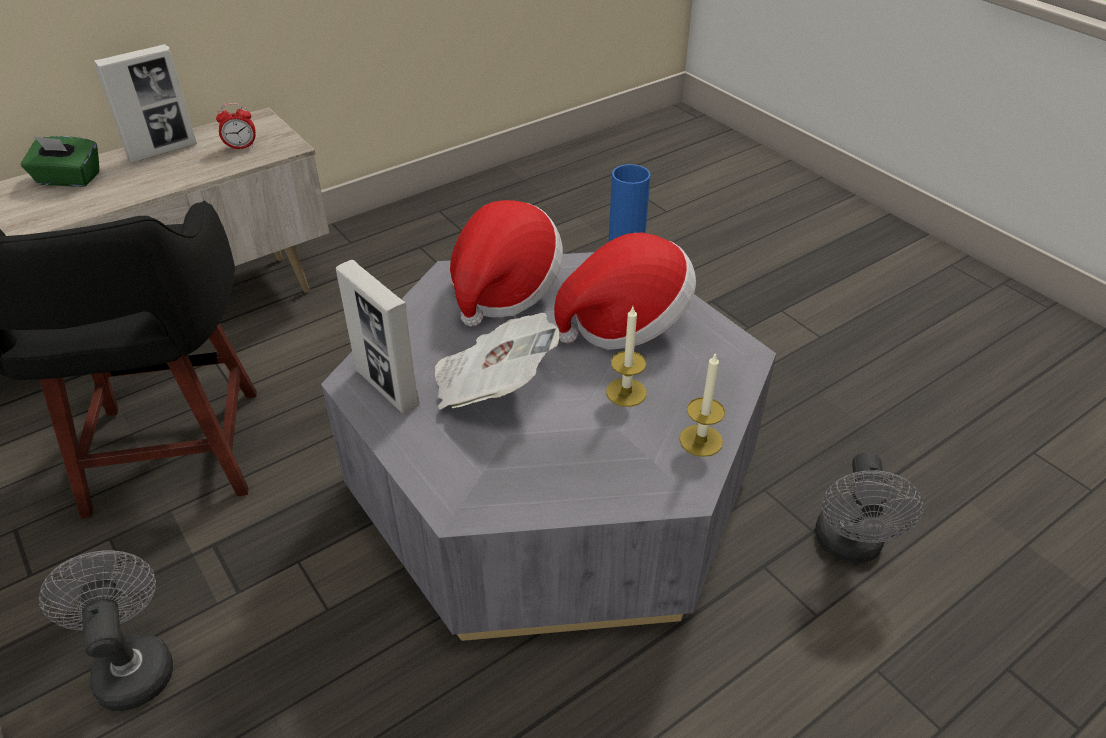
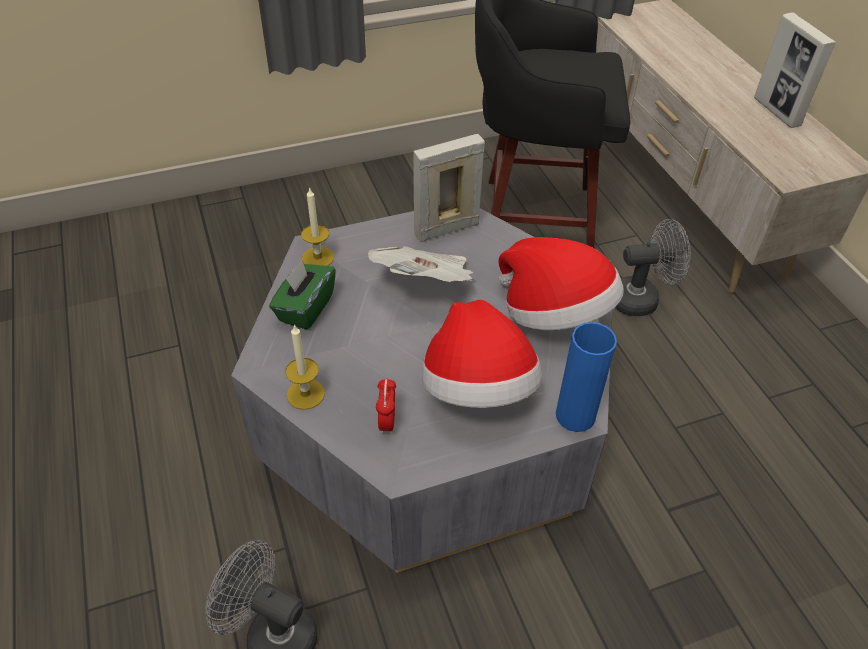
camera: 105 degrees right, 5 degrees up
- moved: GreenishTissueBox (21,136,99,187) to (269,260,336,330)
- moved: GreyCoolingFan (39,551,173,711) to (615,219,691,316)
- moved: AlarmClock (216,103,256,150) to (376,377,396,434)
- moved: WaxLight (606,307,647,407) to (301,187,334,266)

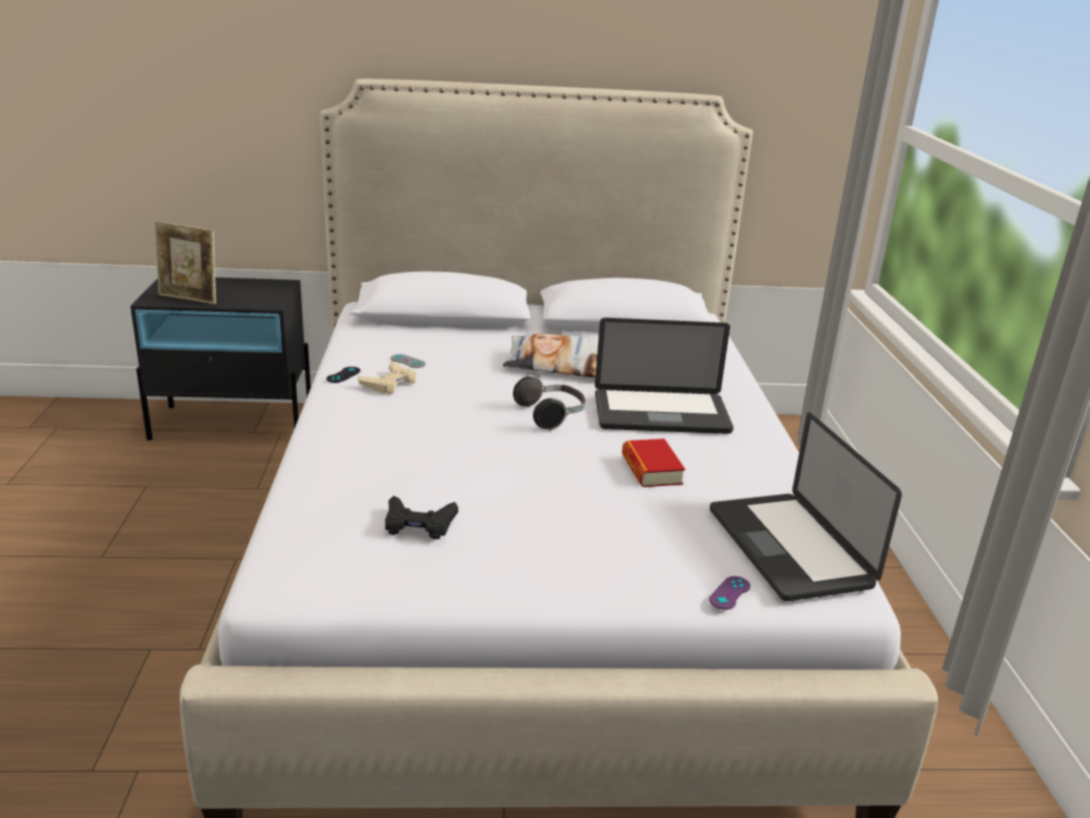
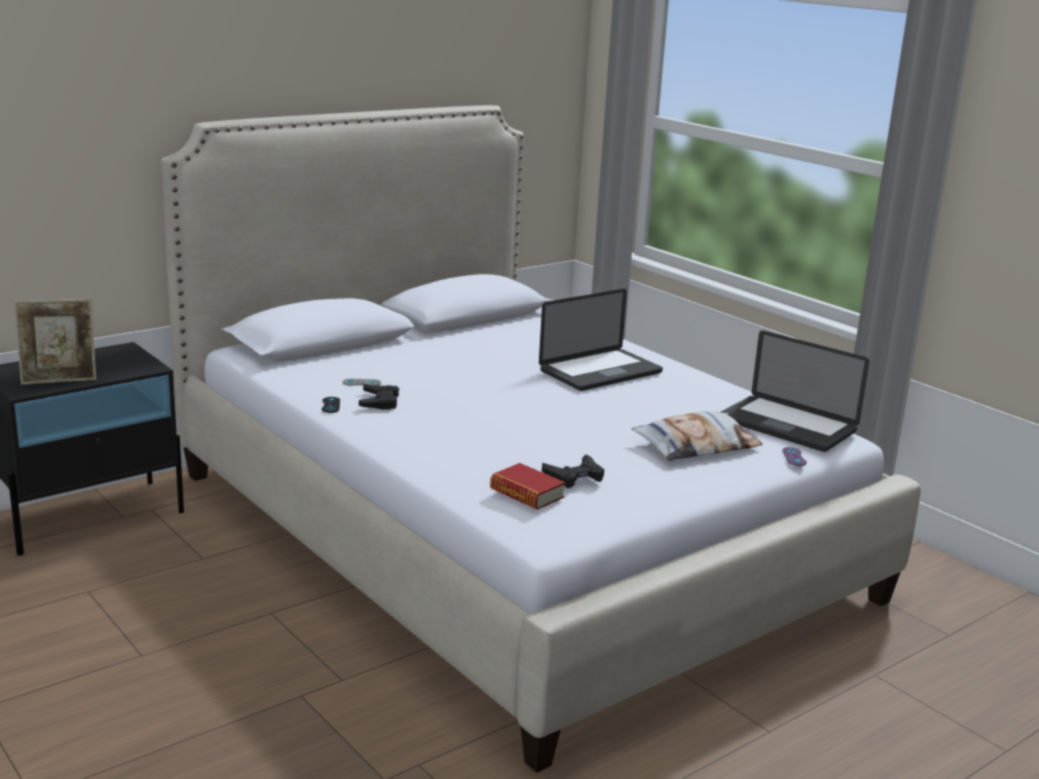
camera: 35 degrees left, 5 degrees down
- recoloured: BeigeColouredGameController (358,362,416,395) to BlackishGameController (359,384,399,410)
- moved: ThrowPillow (503,334,598,378) to (632,411,763,461)
- removed: Headphones (513,375,585,431)
- moved: Book (622,439,685,487) to (490,463,565,510)

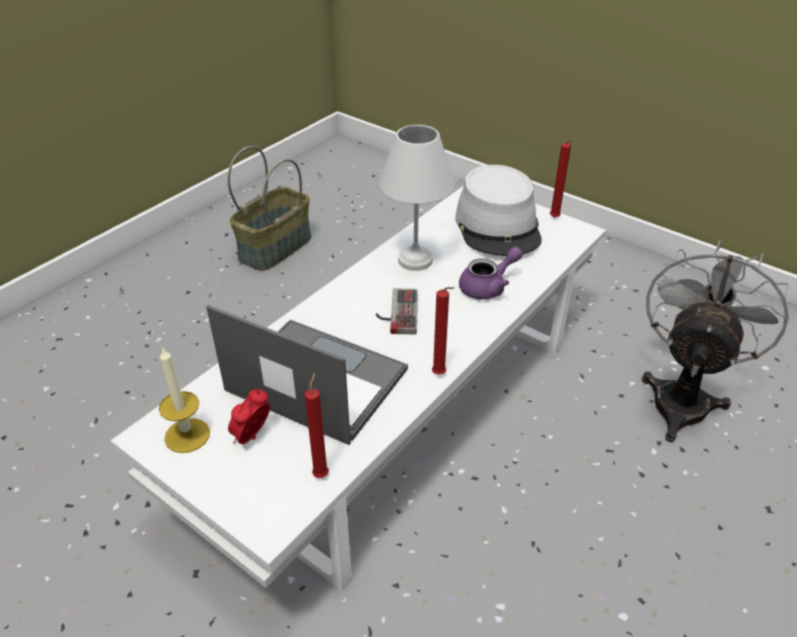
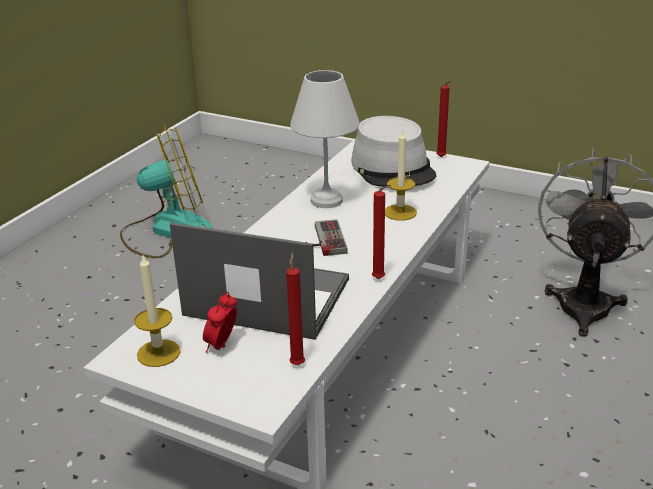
camera: 10 degrees left, 10 degrees down
- replaced: Basket (228,146,311,271) to CoolingFan (120,125,213,258)
- replaced: PurplishTeaPot (459,247,523,300) to WaxLight (385,129,417,221)

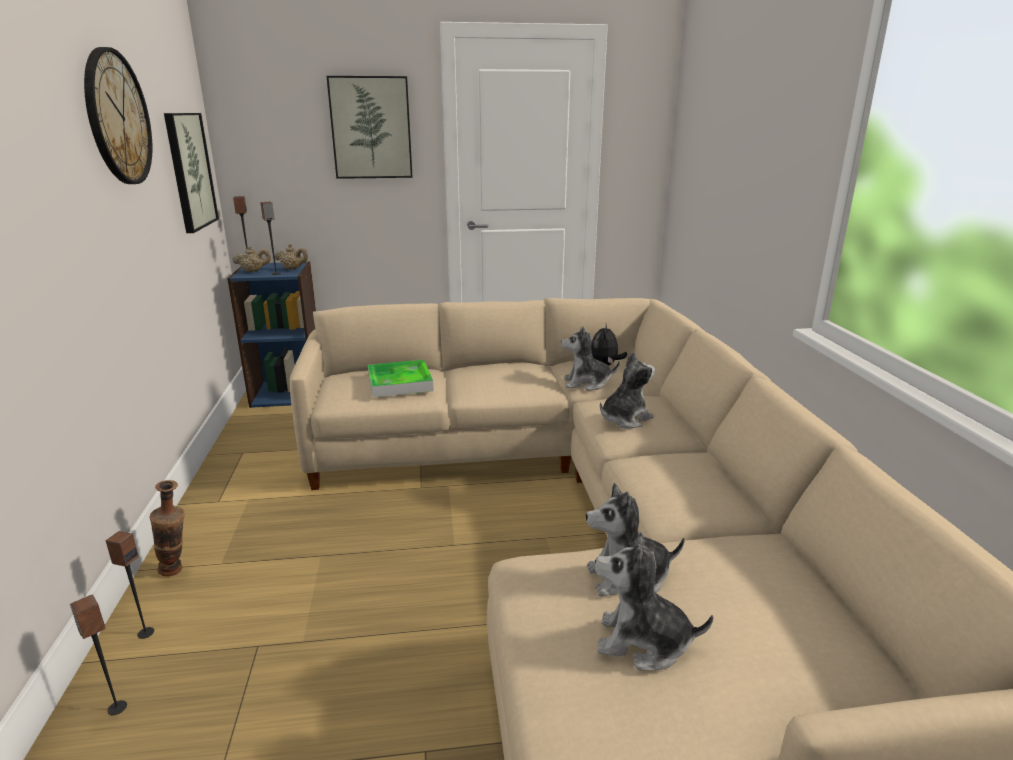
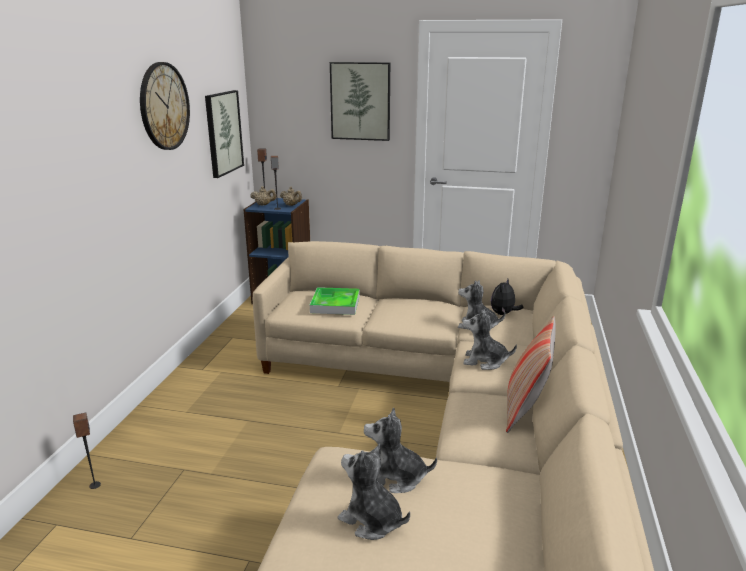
camera: 20 degrees right, 0 degrees up
- removed: Loudspeaker (105,531,154,639)
- removed: DecorativeVase (150,480,185,576)
- turned: PlushToy (600,351,655,429) = (462,309,517,370) 150 degrees counterclockwise
- added: ThrowPillow (506,316,556,433)

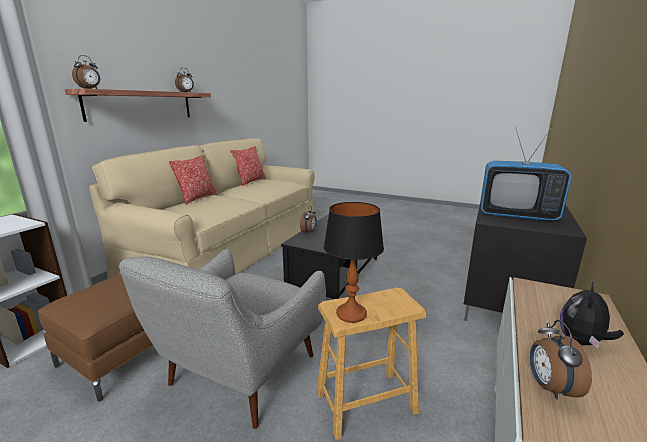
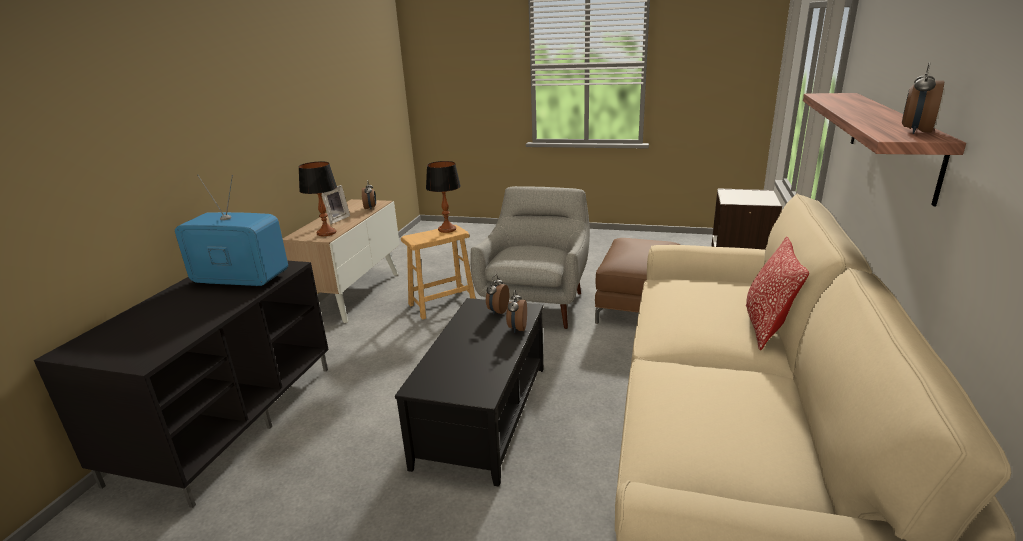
camera: 170 degrees right, 5 degrees up
- moved: AlarmClock (72,55,100,89) to (486,274,509,315)
- removed: ThrowPillow (231,146,266,186)
- replaced: PlushToy (560,282,624,348) to PhotoFrame (322,185,350,224)
- added: LampForATable (298,161,337,236)

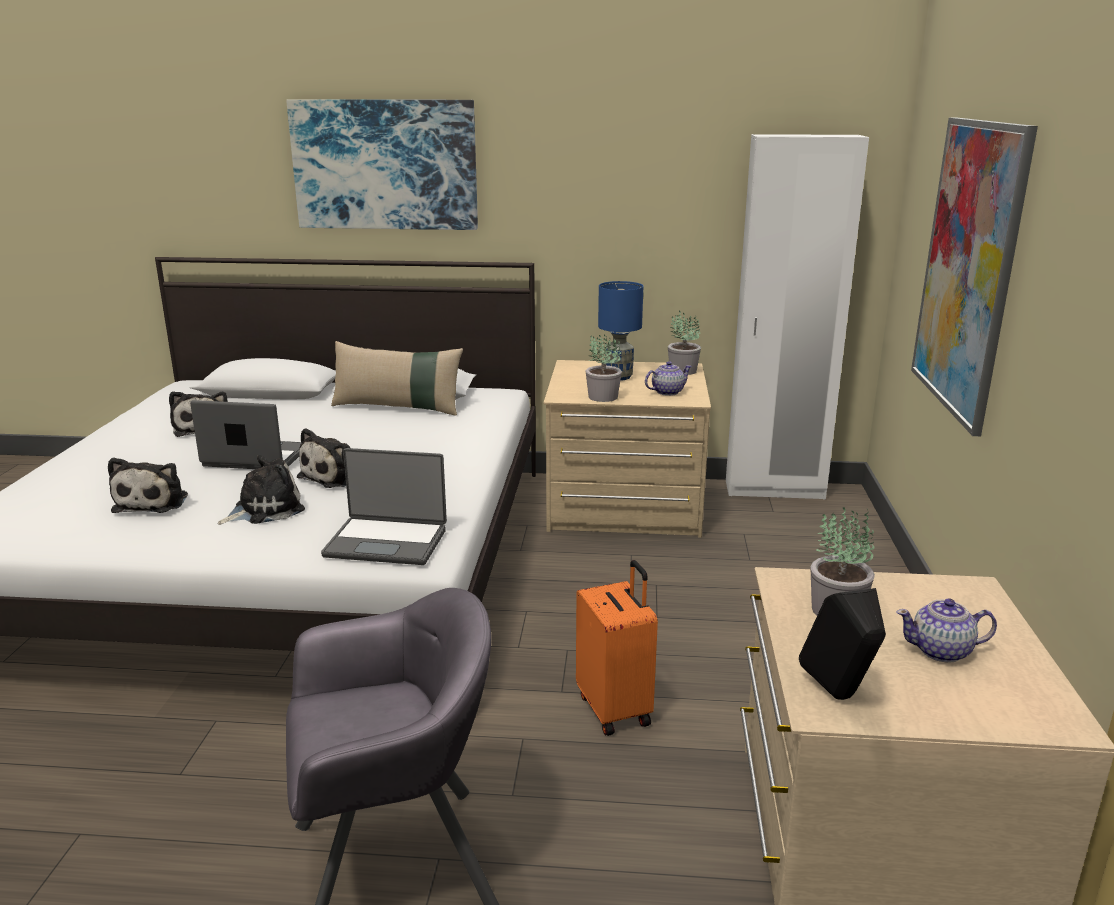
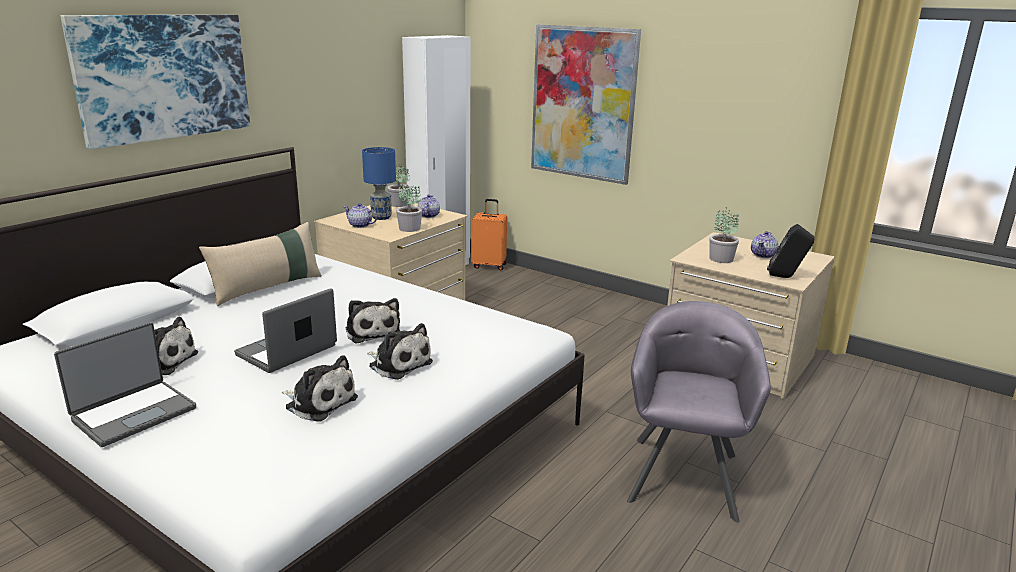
camera: 60 degrees left, 0 degrees up
- turned: PlushToy (217,455,305,525) = (367,323,433,380) 135 degrees clockwise
- moved: NotebookComputer (321,448,447,565) to (54,322,196,447)
- moved: OrangePieceOfLuggage (576,560,658,736) to (471,199,507,271)
- added: TeaPot (343,203,377,228)

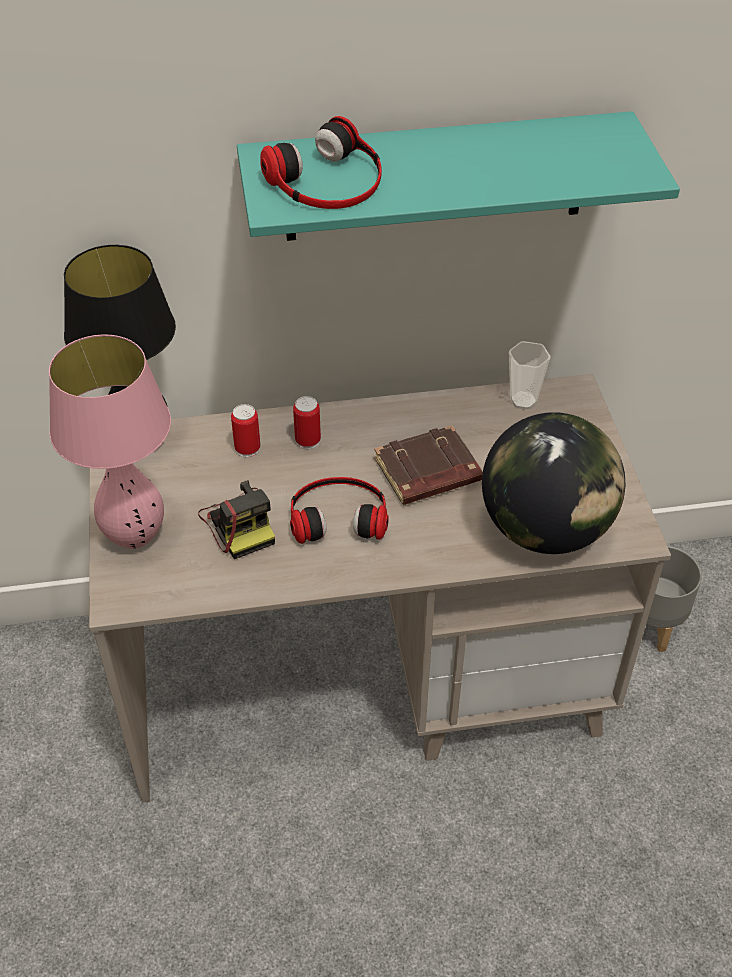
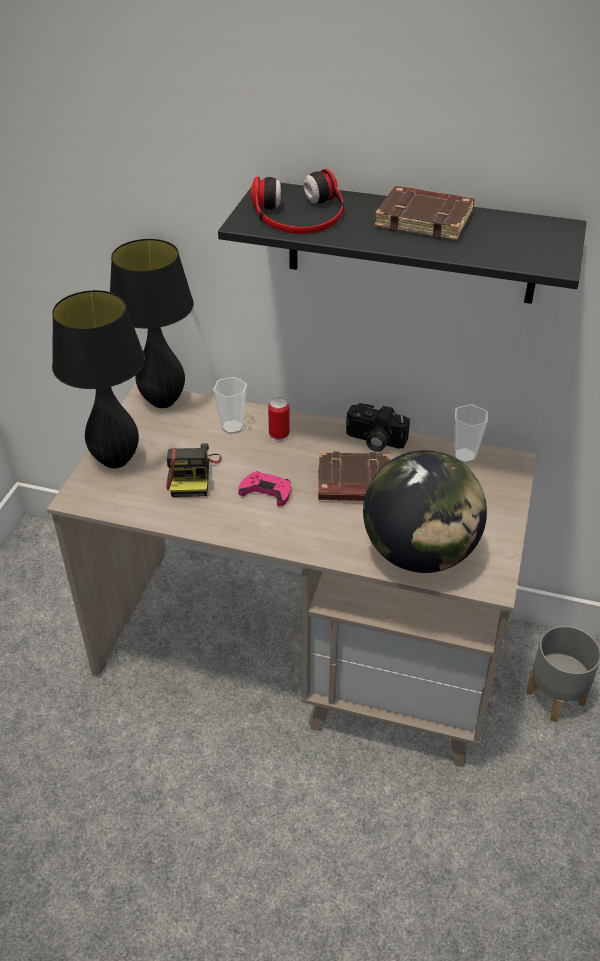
camera: 25 degrees right, 5 degrees down
- recoloured: PinkColouredLampForATable (49,335,171,549) to BlackishLampForATable (52,290,145,468)
- replaced: Can (231,404,260,457) to SmallCup (213,377,247,434)
- recoloured: BlueGreenBracketShelf (237,111,680,241) to BlackishBracketShelf (218,180,587,304)
- replaced: Headphones (290,477,389,544) to PinkColouredGameController (238,471,291,506)
- added: PhotoCamera (346,403,410,452)
- added: BrownColouredBook (374,186,474,240)

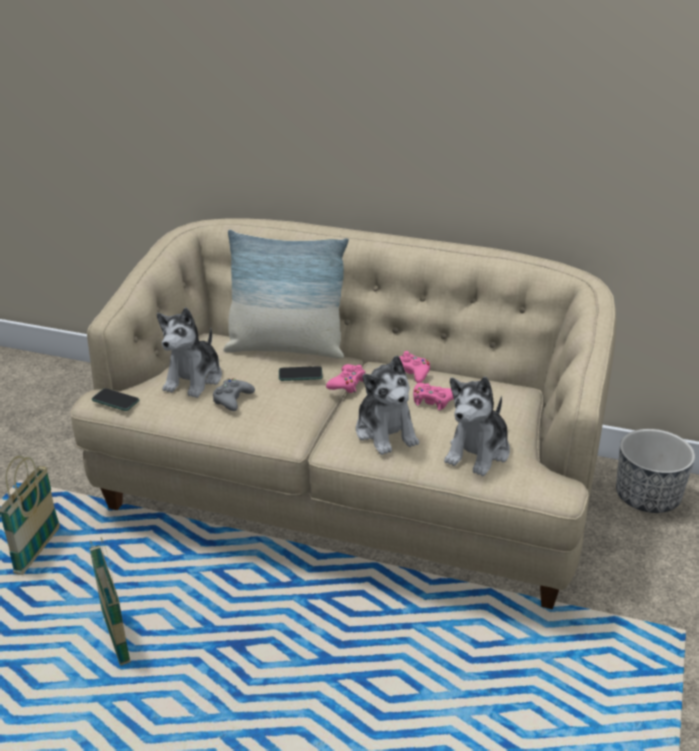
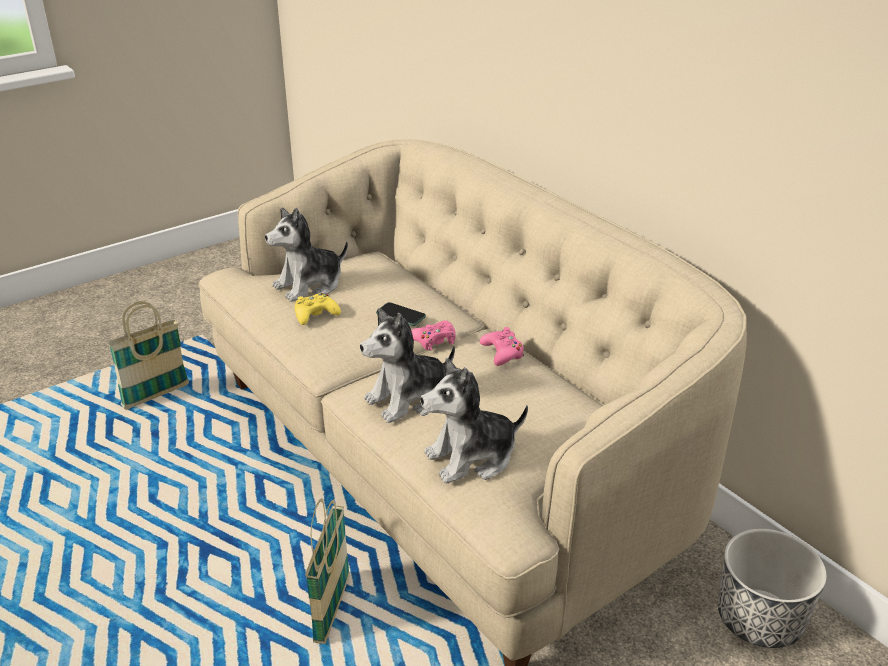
camera: 35 degrees right, 0 degrees up
- moved: Basket (89,537,130,666) to (305,498,350,644)
- removed: Phone (92,388,139,411)
- recoloured: GreyGameController (213,378,255,411) to YellowishGameController (295,293,341,325)
- removed: ThrowPillow (223,230,349,359)
- turned: PlushToy (356,356,419,455) = (360,308,455,423) 45 degrees clockwise
- removed: PinkColouredGameController (413,383,454,410)

